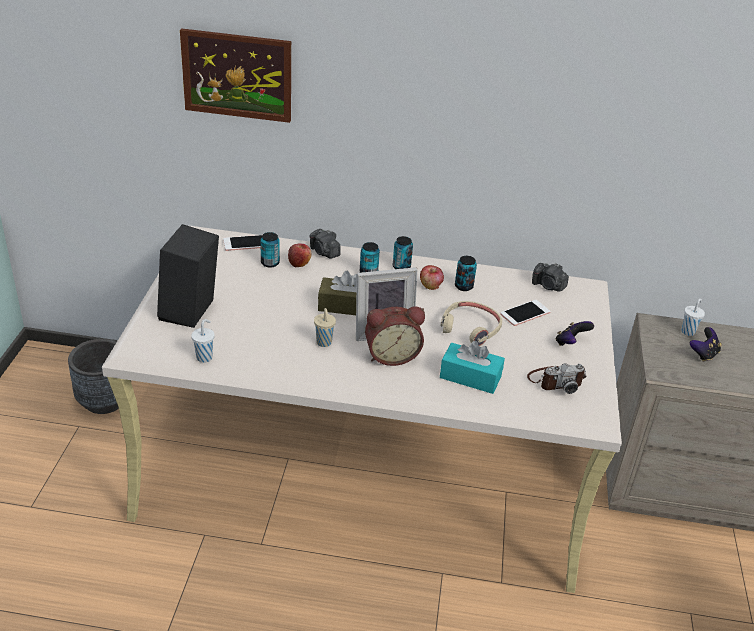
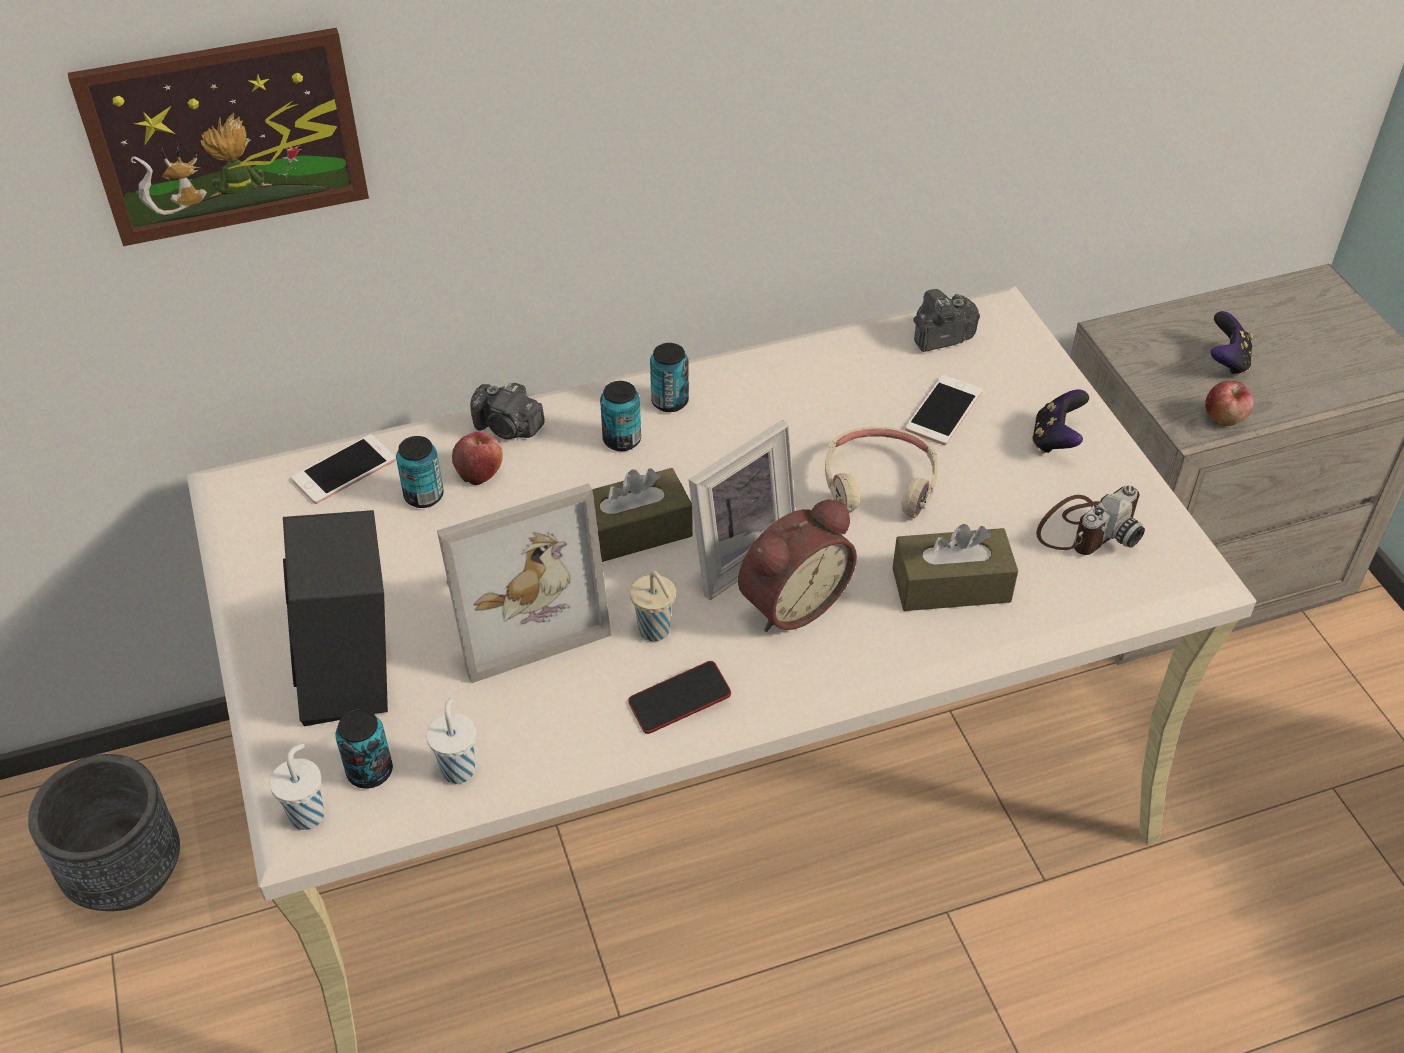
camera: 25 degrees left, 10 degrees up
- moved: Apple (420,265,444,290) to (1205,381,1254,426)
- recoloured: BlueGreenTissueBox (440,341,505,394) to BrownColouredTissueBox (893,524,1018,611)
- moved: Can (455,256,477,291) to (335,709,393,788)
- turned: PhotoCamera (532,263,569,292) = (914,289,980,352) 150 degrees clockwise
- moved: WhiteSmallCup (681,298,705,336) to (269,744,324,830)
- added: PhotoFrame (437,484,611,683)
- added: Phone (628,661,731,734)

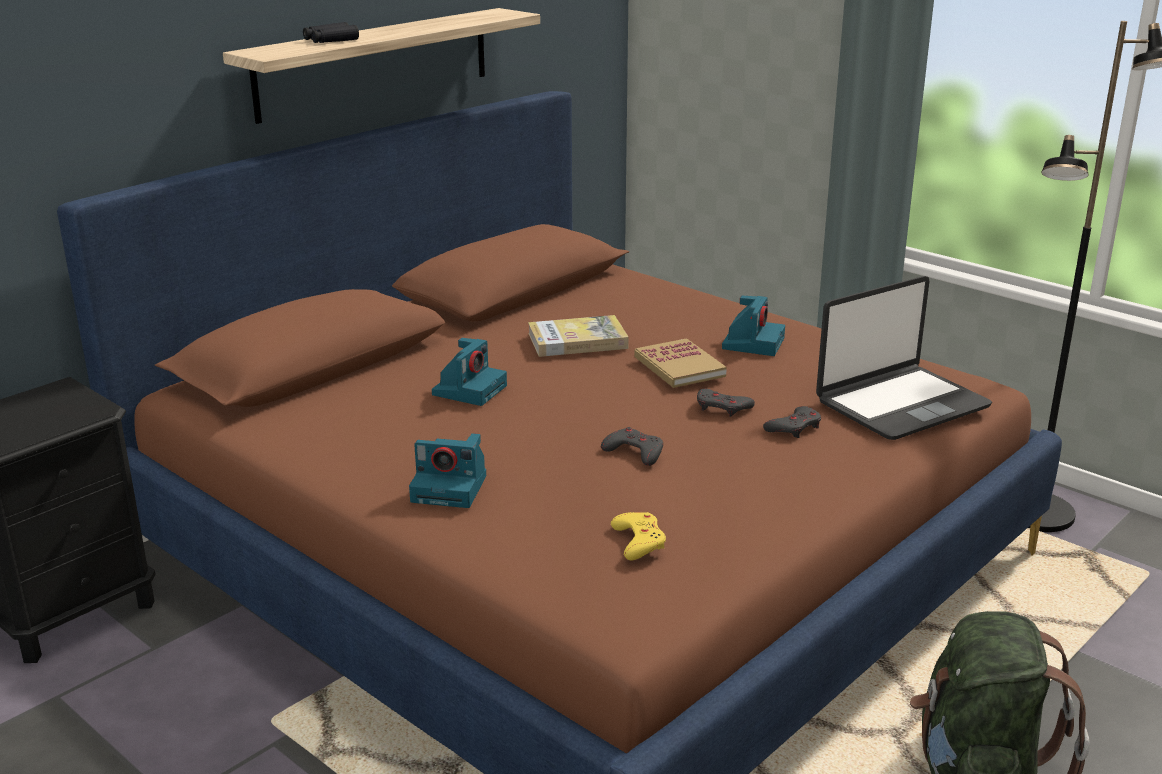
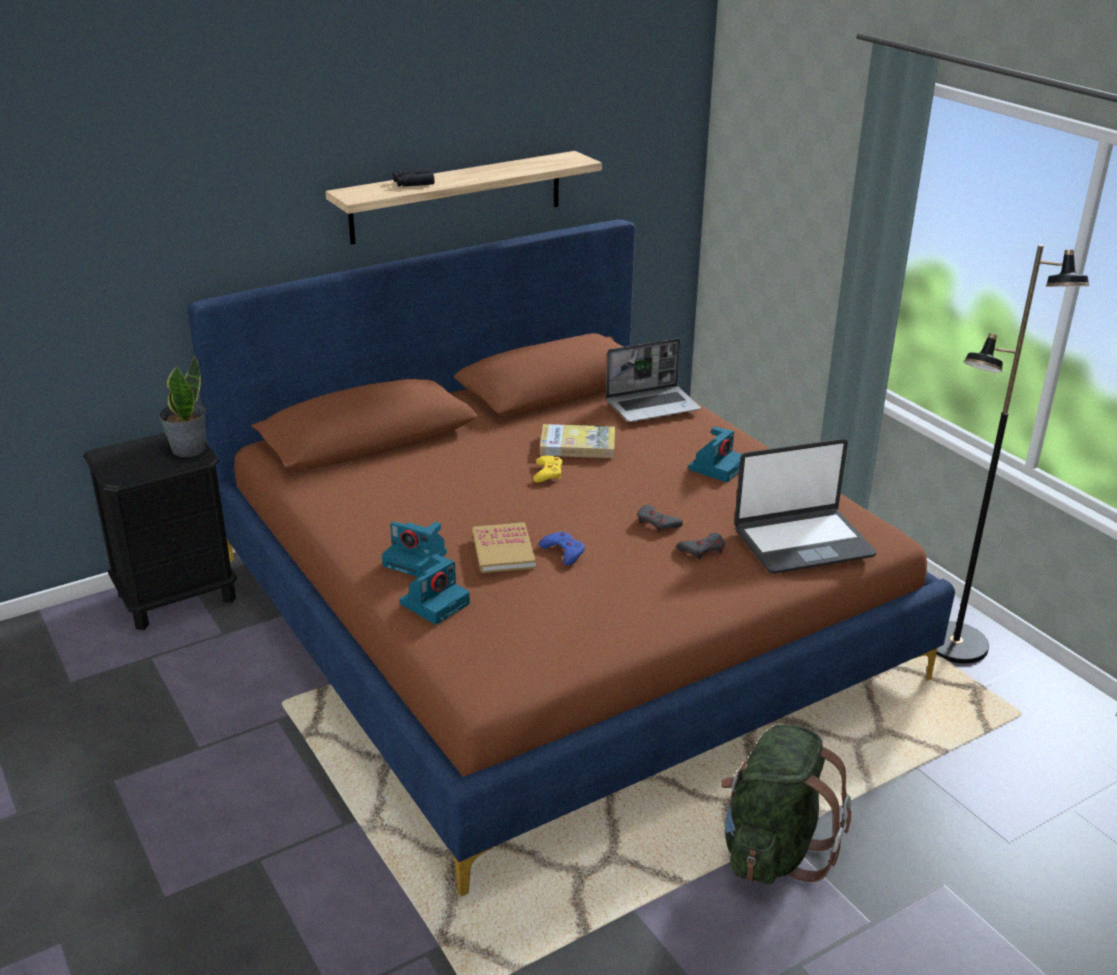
camera: 15 degrees right, 5 degrees up
- moved: PhotoCamera (432,338,507,406) to (399,554,470,625)
- recoloured: GreyGameController (601,427,663,466) to BluishGameController (539,531,585,565)
- moved: YellowishGameController (611,512,666,560) to (533,456,563,482)
- moved: Book (634,338,727,388) to (472,522,536,573)
- added: PottedPlant (159,355,206,457)
- added: NotebookComputer (606,338,701,422)

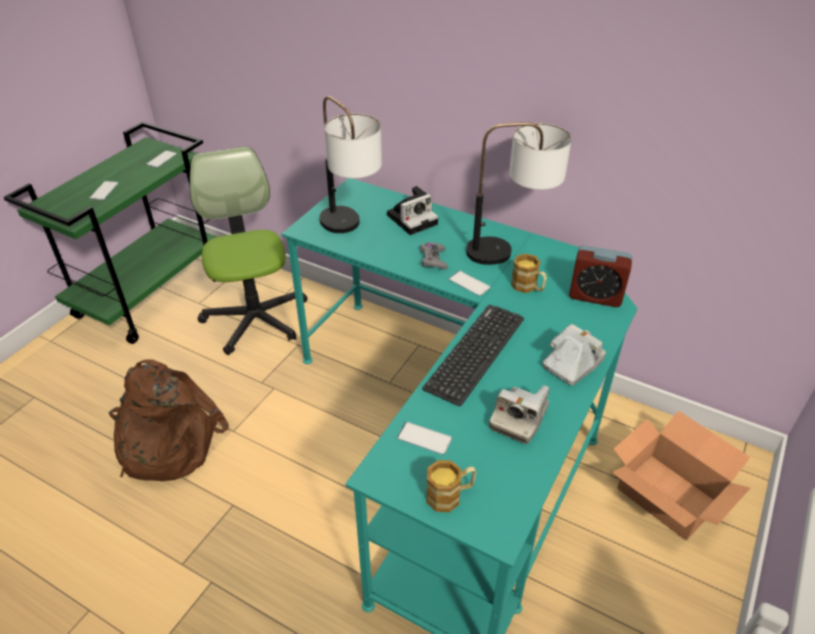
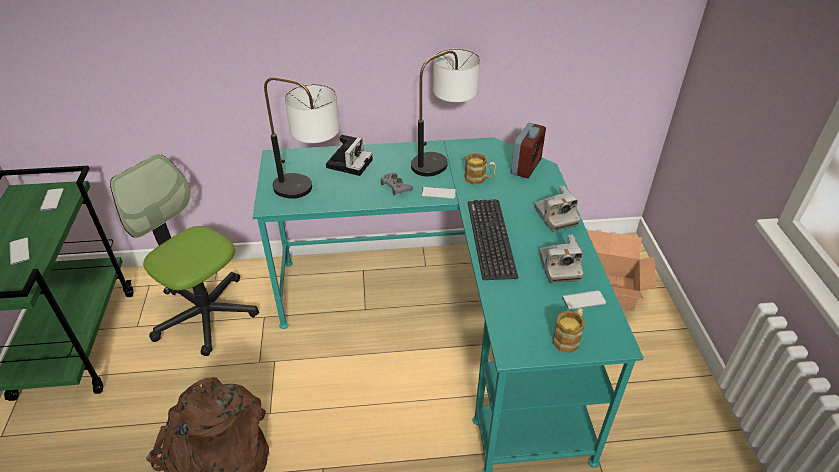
camera: 35 degrees left, 0 degrees up
- moved: Phone (397,422,452,455) to (562,290,607,310)
- turned: PhotoCamera (543,324,606,386) = (534,185,580,231) 150 degrees clockwise
- turned: AlarmClock (569,245,632,307) = (511,123,546,178) 45 degrees counterclockwise

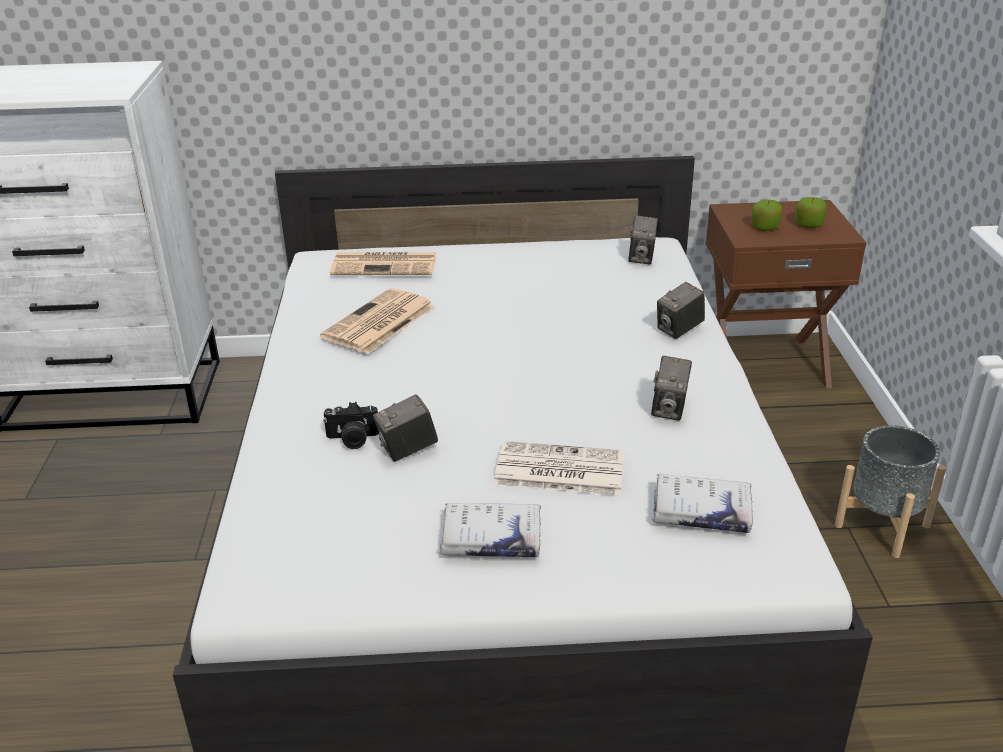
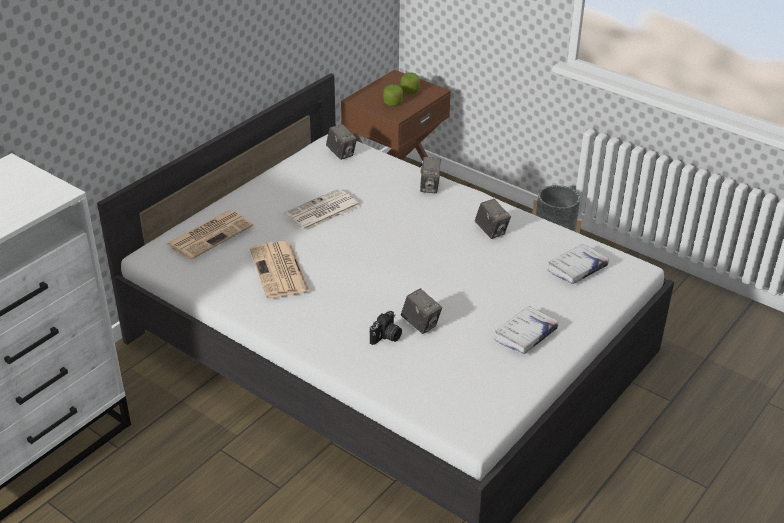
camera: 50 degrees left, 5 degrees up
- turned: PhotoCamera (373,394,438,462) = (401,289,442,334) 60 degrees counterclockwise
- moved: PrintedPaper (494,441,624,496) to (284,188,360,231)

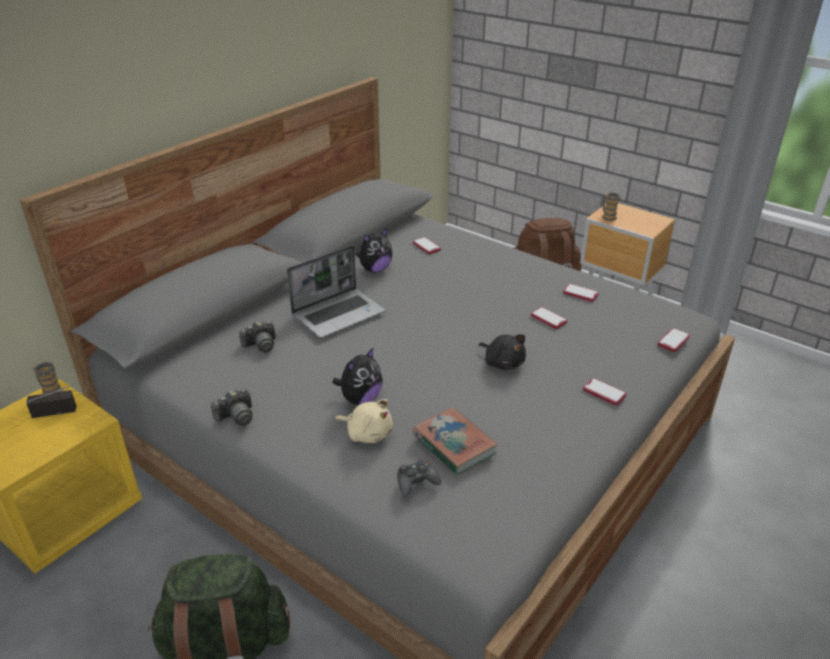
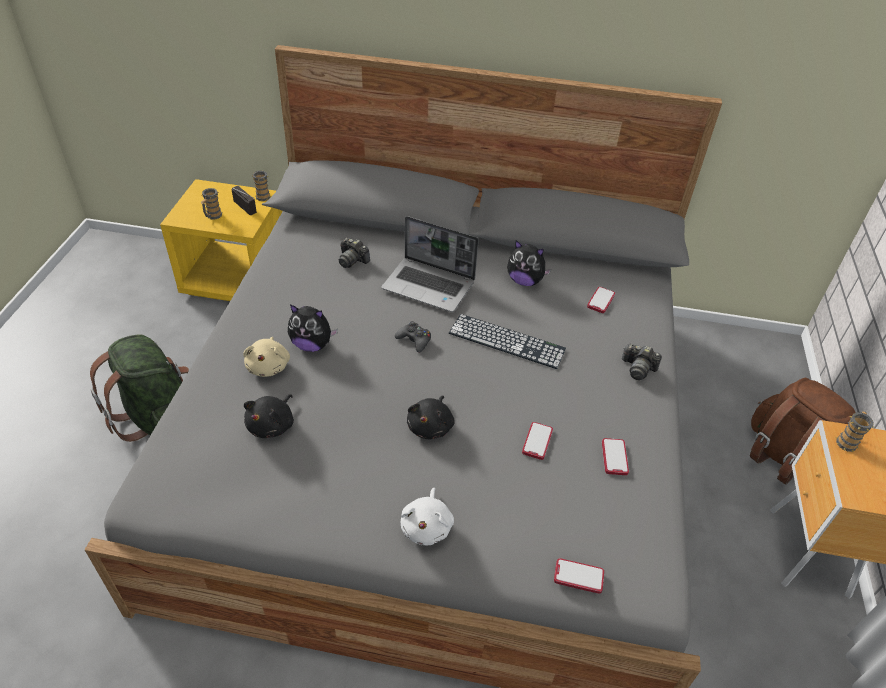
camera: 60 degrees right, 10 degrees up
- moved: PhotoCamera (211,389,253,426) to (622,344,662,380)
- moved: BlackishGameController (397,460,441,496) to (395,321,431,353)
- replaced: Book (413,407,498,475) to BlackishPlushToy (244,394,294,438)
- replaced: Phone (583,378,626,405) to WhitePlushToy (401,488,454,545)
- added: Mug (201,188,222,220)
- added: ComputerKeyboard (449,314,566,369)

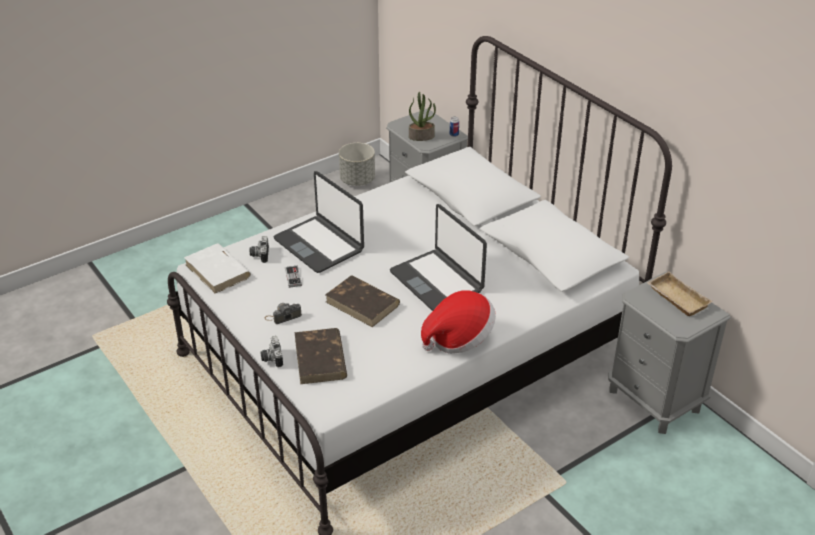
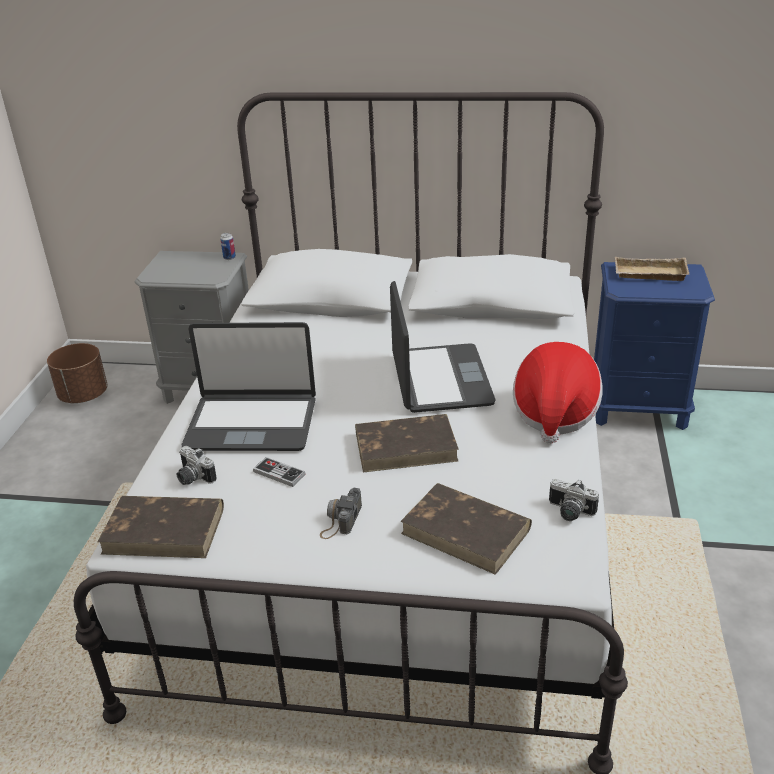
camera: 45 degrees left, 5 degrees down
- recoloured: WhiteBook (184,243,251,294) to BrownColouredBook (97,496,224,558)
- moved: PhotoCamera (260,336,283,368) to (549,479,599,521)
- recoloured: GreyPlantPot (339,143,375,186) to BrownColouredPlantPot (47,343,108,403)
- turned: NotebookComputer (390,204,487,311) = (390,281,496,413) 105 degrees counterclockwise
- removed: PottedPlant (409,92,436,141)
- recoloured: GreyNightstand (608,271,731,434) to BluishNightstand (594,262,715,430)

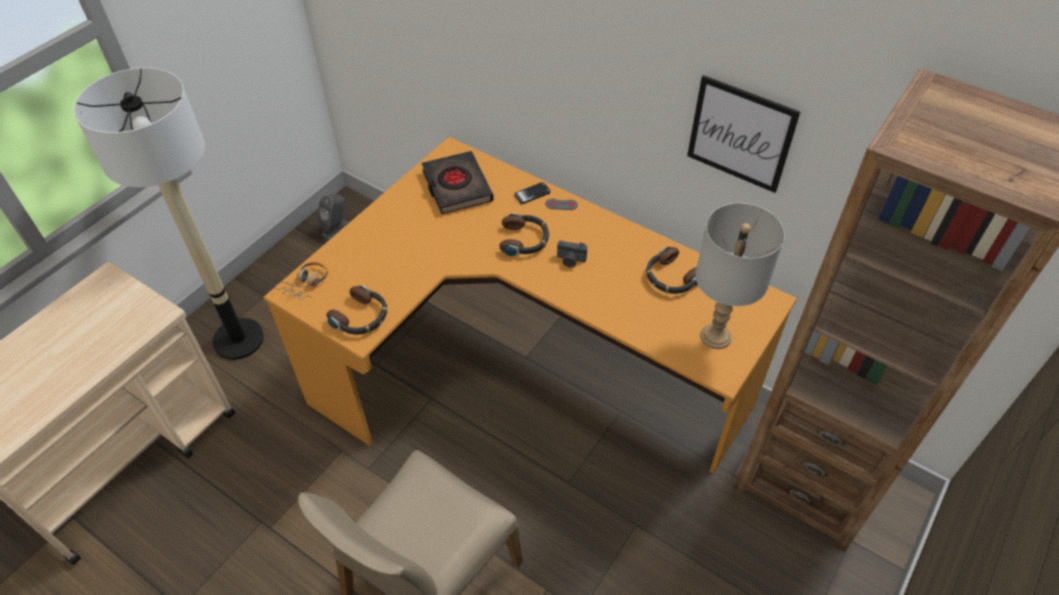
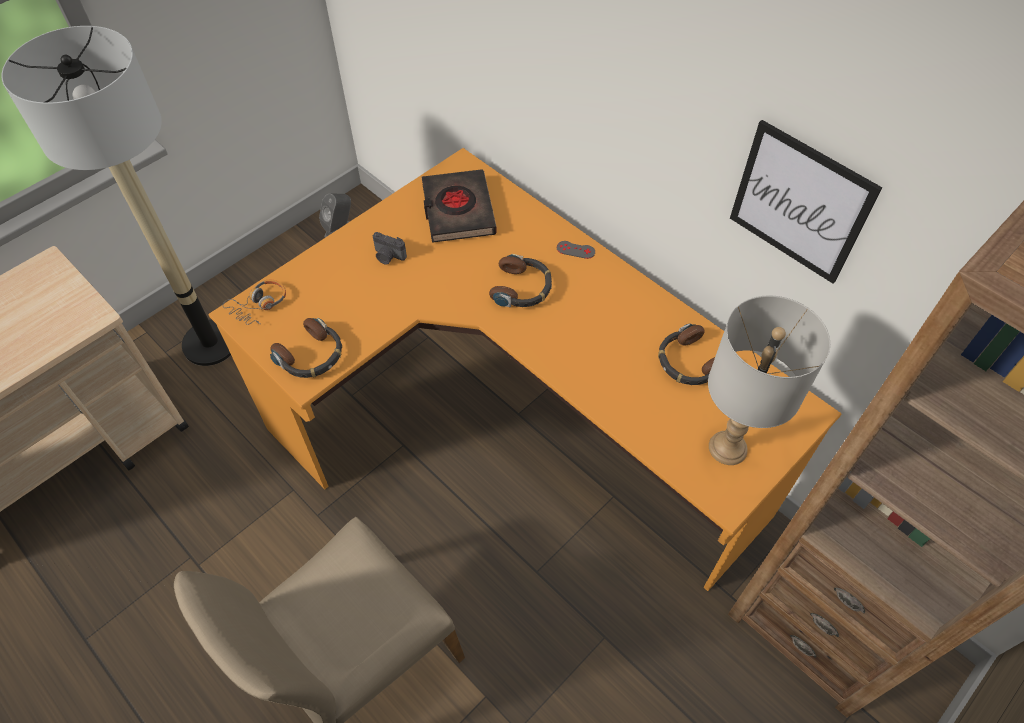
camera: 10 degrees right, 5 degrees up
- removed: Phone (514,182,551,204)
- moved: PhotoCamera (557,241,587,268) to (373,232,407,265)

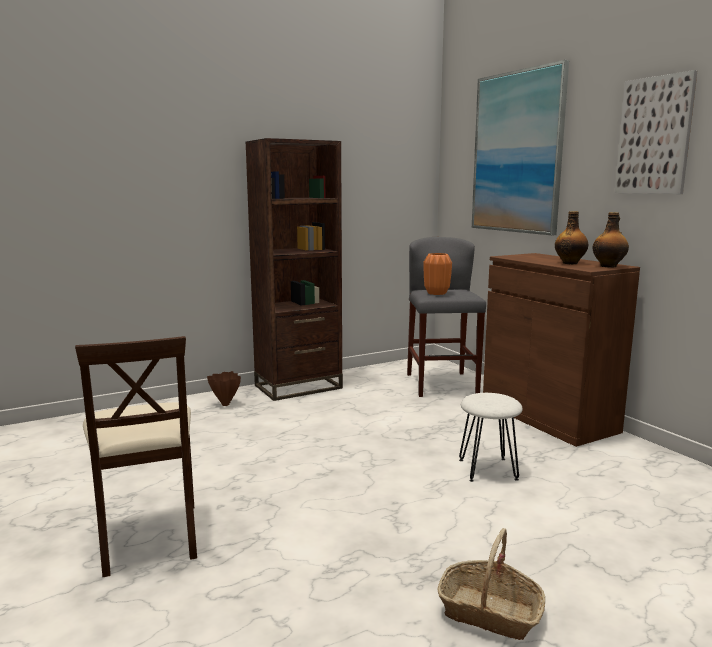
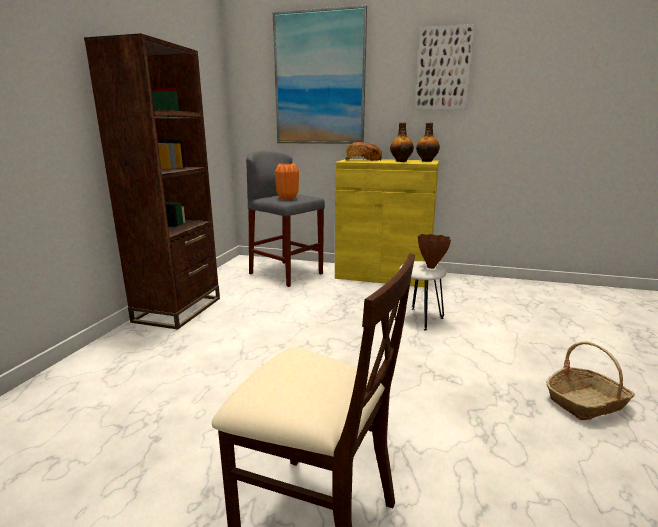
camera: 45 degrees left, 5 degrees up
- moved: BrownColouredDecorativeVase (207,371,241,406) to (418,234,451,269)
- recoloured: BrownColouredStorageCabinet (483,253,640,447) to YellowishStorageCabinet (335,159,439,287)
- added: BakeryBread (346,142,382,161)

